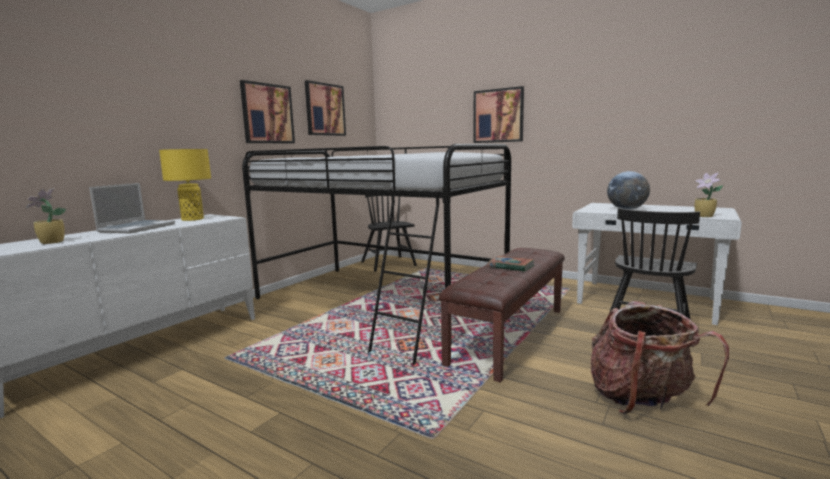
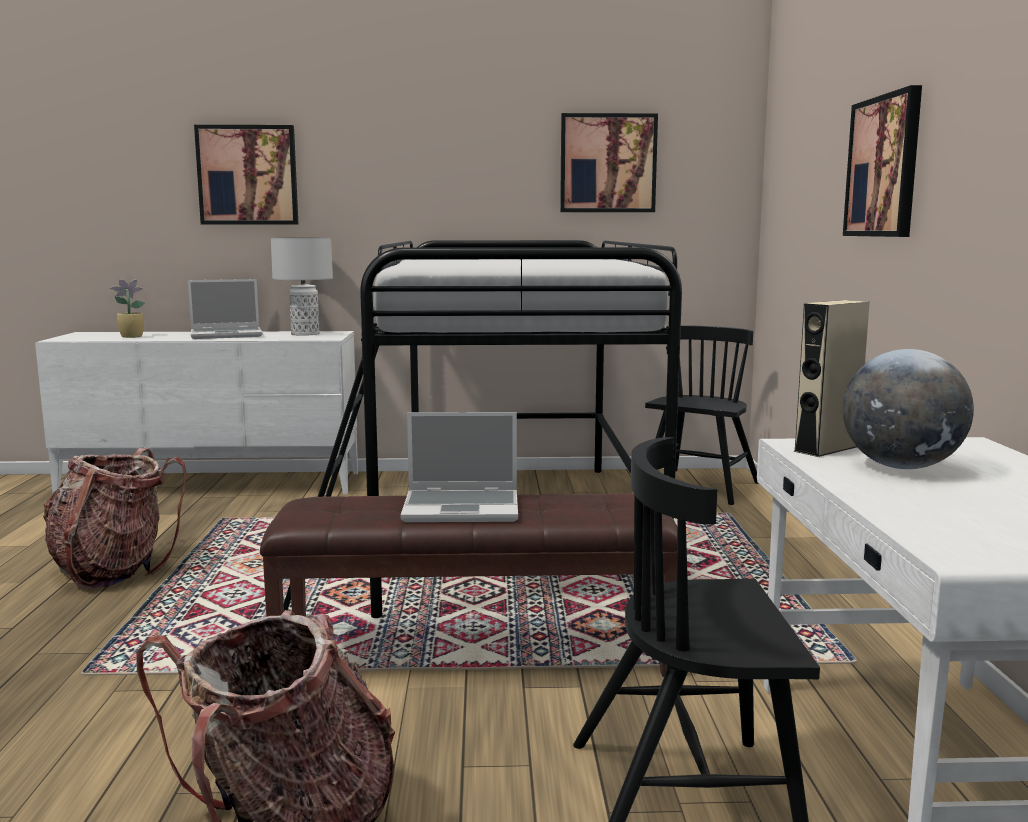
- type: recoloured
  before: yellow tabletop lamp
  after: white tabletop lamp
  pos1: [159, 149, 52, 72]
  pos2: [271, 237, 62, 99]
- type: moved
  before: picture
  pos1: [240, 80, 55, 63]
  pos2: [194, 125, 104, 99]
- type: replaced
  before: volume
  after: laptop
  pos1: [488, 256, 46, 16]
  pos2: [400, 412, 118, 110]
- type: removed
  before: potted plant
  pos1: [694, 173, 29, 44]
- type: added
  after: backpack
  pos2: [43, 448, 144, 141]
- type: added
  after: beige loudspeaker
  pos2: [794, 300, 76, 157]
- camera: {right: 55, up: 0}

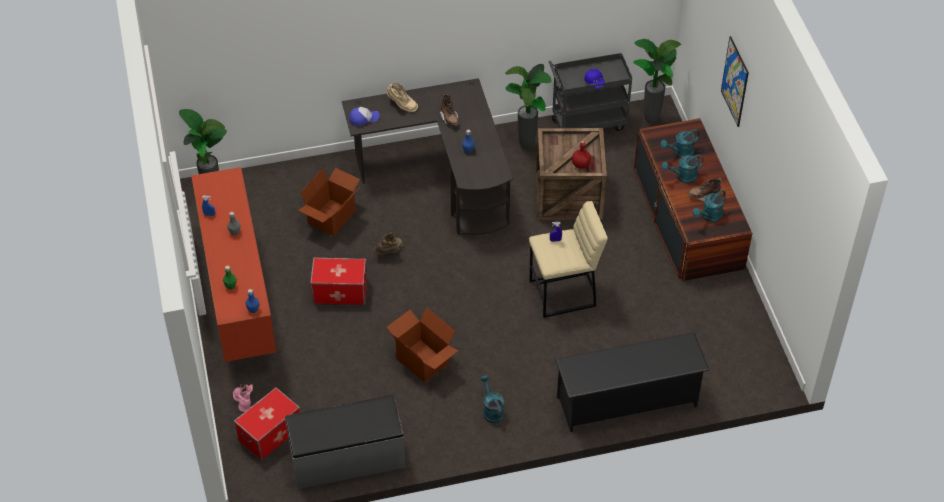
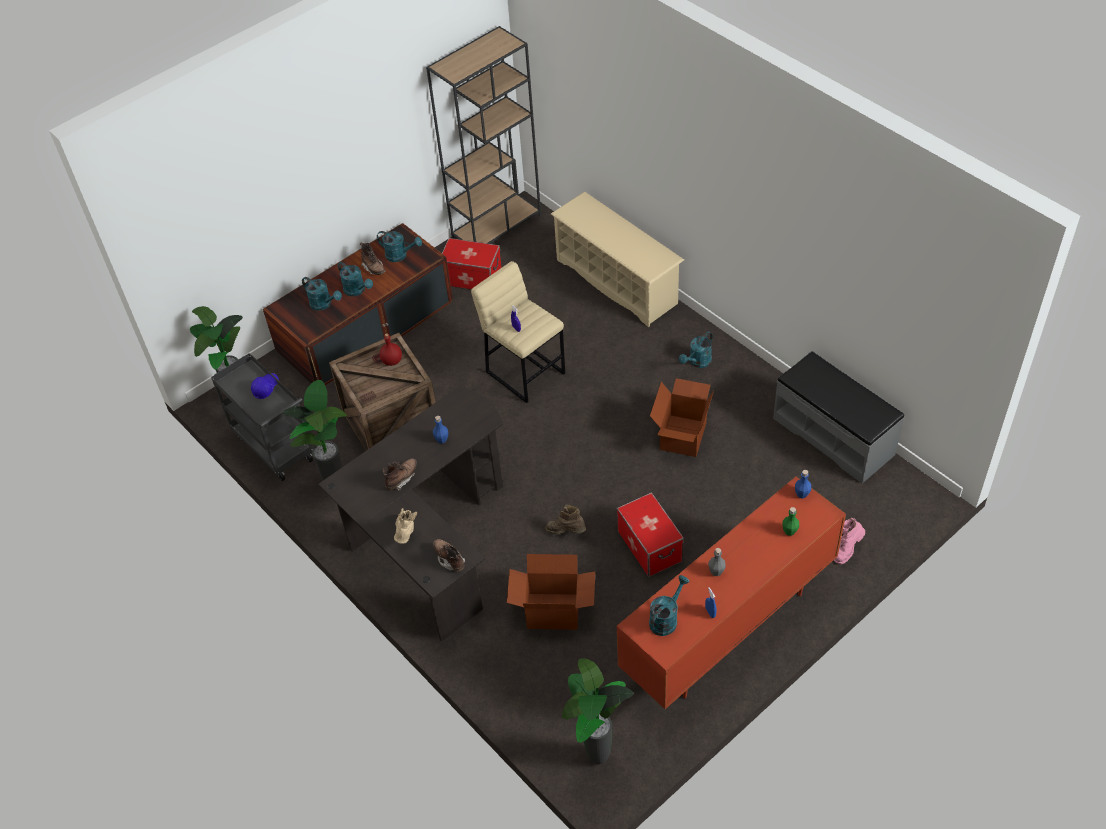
- type: moved
  before: storage bin
  pos1: [234, 387, 66, 74]
  pos2: [442, 238, 60, 52]
- type: replaced
  before: cap
  after: brownish high-top boot
  pos1: [349, 107, 30, 19]
  pos2: [433, 539, 33, 32]
- type: recoloured
  before: black-coloured shoe rack
  after: beige shoe rack
  pos1: [556, 332, 154, 100]
  pos2: [551, 192, 133, 135]
- type: removed
  before: picture
  pos1: [721, 36, 28, 91]
- type: added
  after: shelving unit
  pos2: [426, 26, 115, 218]
- type: added
  after: turquoise-coloured watering pot
  pos2: [649, 575, 41, 61]
- camera: {right: -115, up: 0}

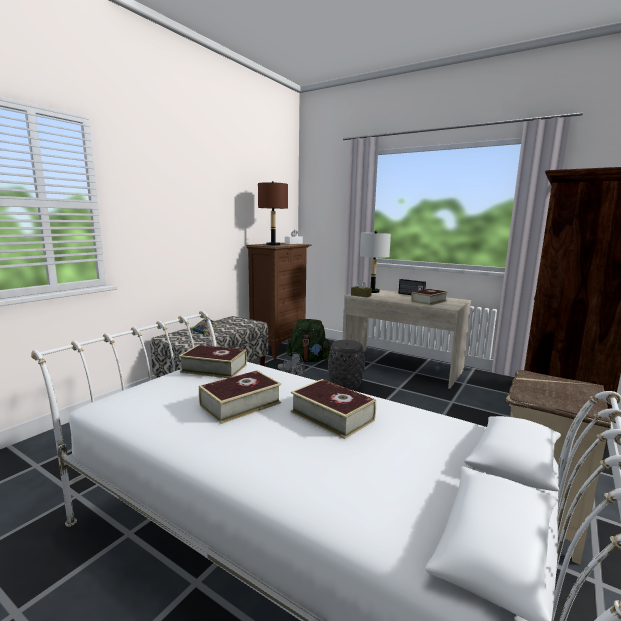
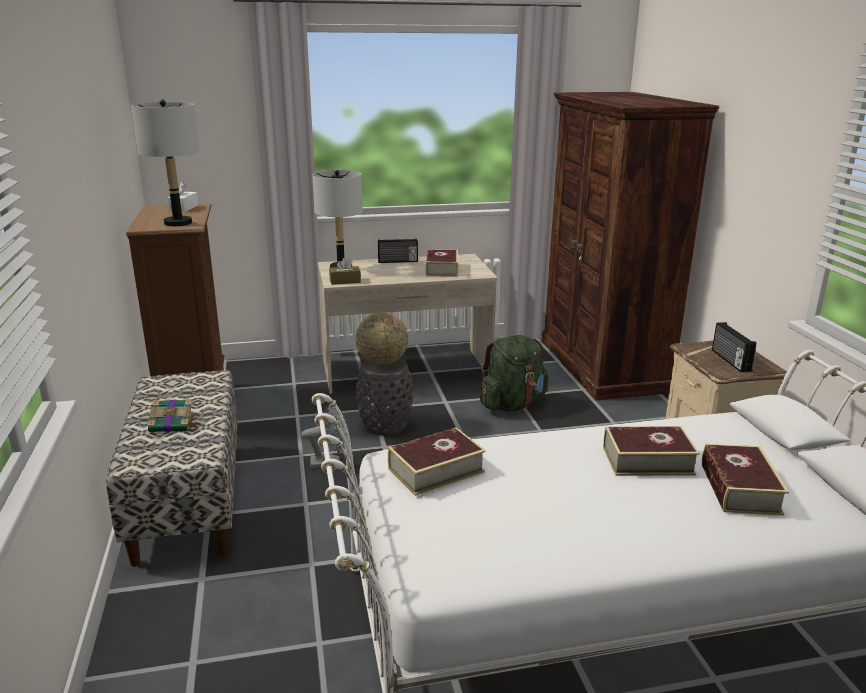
- type: moved
  before: volume
  pos1: [199, 371, 82, 53]
  pos2: [702, 444, 87, 71]
- type: recoloured
  before: brownish tabletop lamp
  after: gray tabletop lamp
  pos1: [258, 181, 30, 65]
  pos2: [131, 99, 68, 127]
- type: moved
  before: green backpack
  pos1: [287, 319, 44, 43]
  pos2: [480, 335, 68, 77]
- type: added
  after: world globe
  pos2: [356, 312, 52, 53]
- type: added
  after: radio receiver
  pos2: [712, 322, 44, 50]
- camera: {right: -45, up: 10}

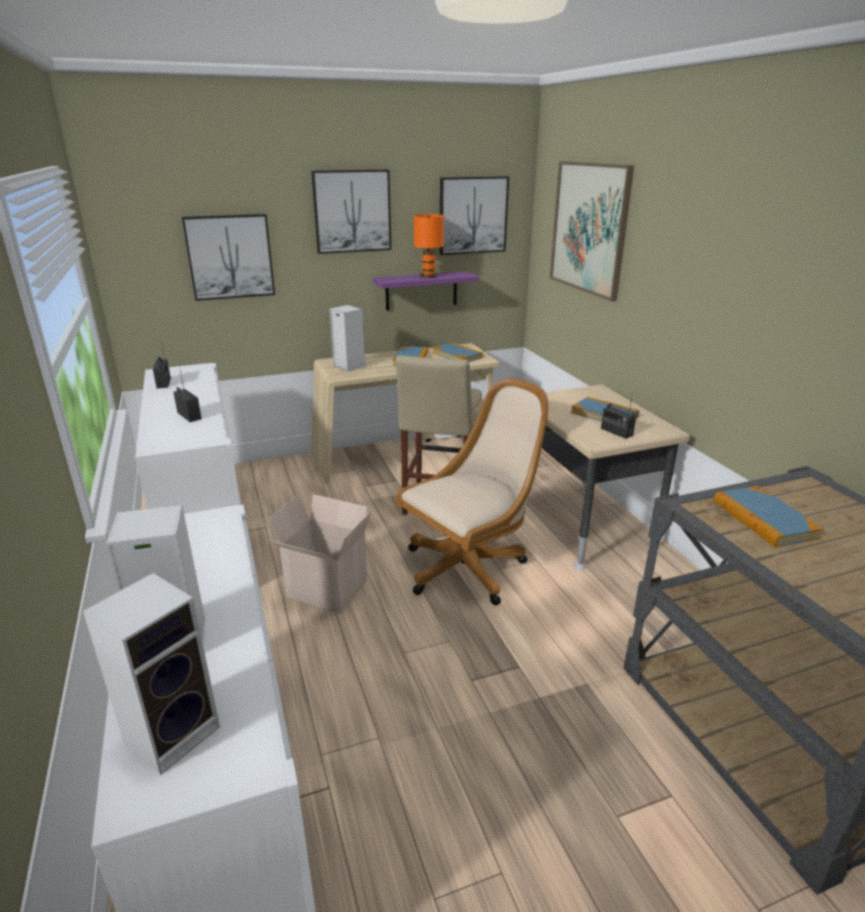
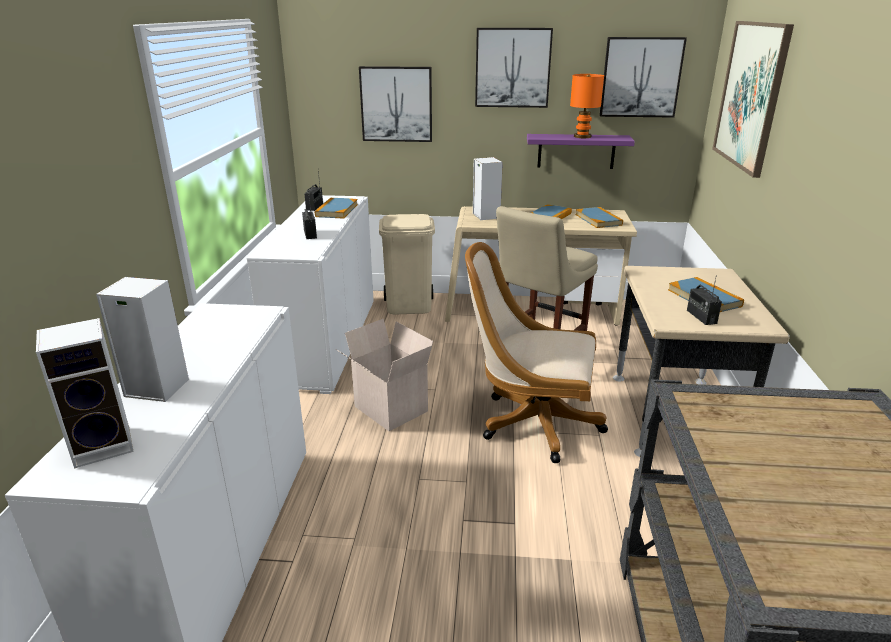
- type: turned
  before: desk chair
  pos1: [396, 378, 152, 227]
  pos2: [465, 242, 143, 221]
  turn: -150
- type: moved
  before: volume
  pos1: [714, 486, 109, 61]
  pos2: [315, 198, 43, 21]
- type: added
  after: beige rubbish bin
  pos2: [379, 214, 56, 100]
- camera: {right: 25, up: 0}

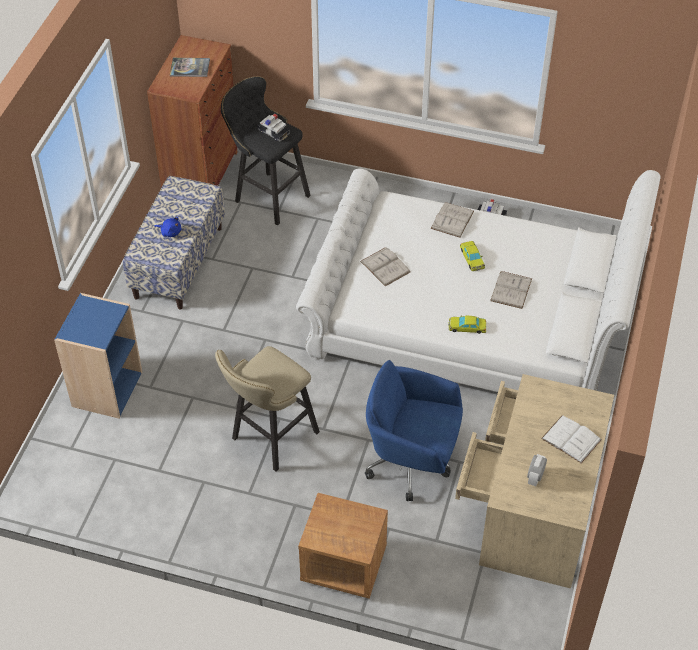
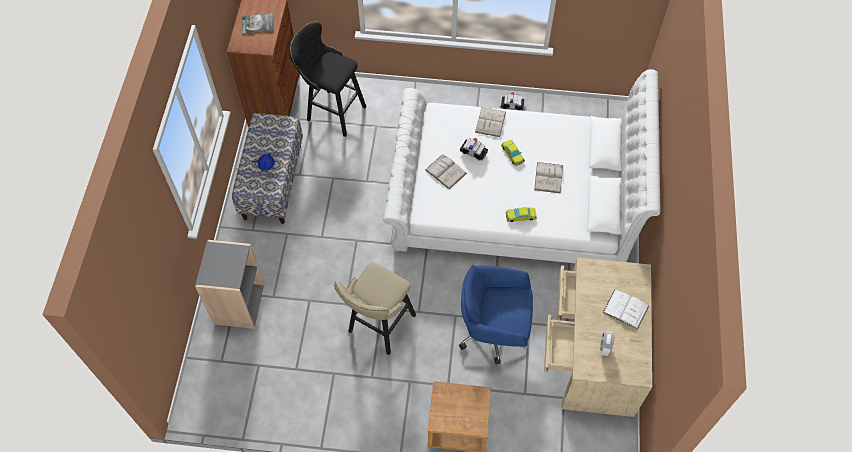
- type: recoloured
  before: blue-coloured shelving unit
  after: gray shelving unit
  pos1: [54, 293, 88, 125]
  pos2: [195, 240, 69, 89]
- type: moved
  before: toy car
  pos1: [257, 114, 33, 27]
  pos2: [460, 138, 28, 23]
- camera: {right: -10, up: 10}

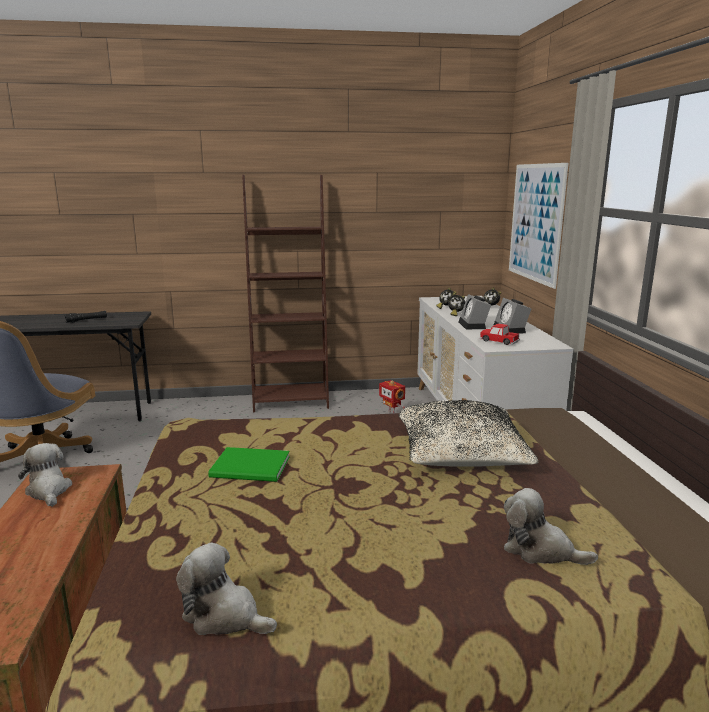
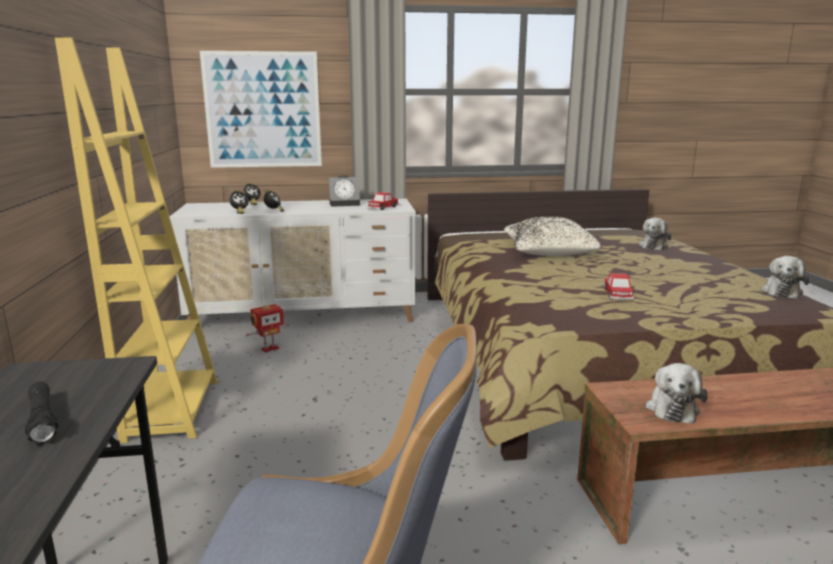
- type: turned
  before: cuddly toy
  pos1: [18, 443, 54, 64]
  pos2: [645, 363, 63, 61]
  turn: -45
- type: replaced
  before: green volume
  after: toy car
  pos1: [208, 447, 82, 35]
  pos2: [603, 273, 31, 27]
- type: recoloured
  before: brownish shelving unit
  after: yellow shelving unit
  pos1: [242, 175, 87, 237]
  pos2: [55, 37, 163, 406]
- type: removed
  before: bedside clock
  pos1: [459, 294, 32, 36]
- camera: {right: -90, up: 0}

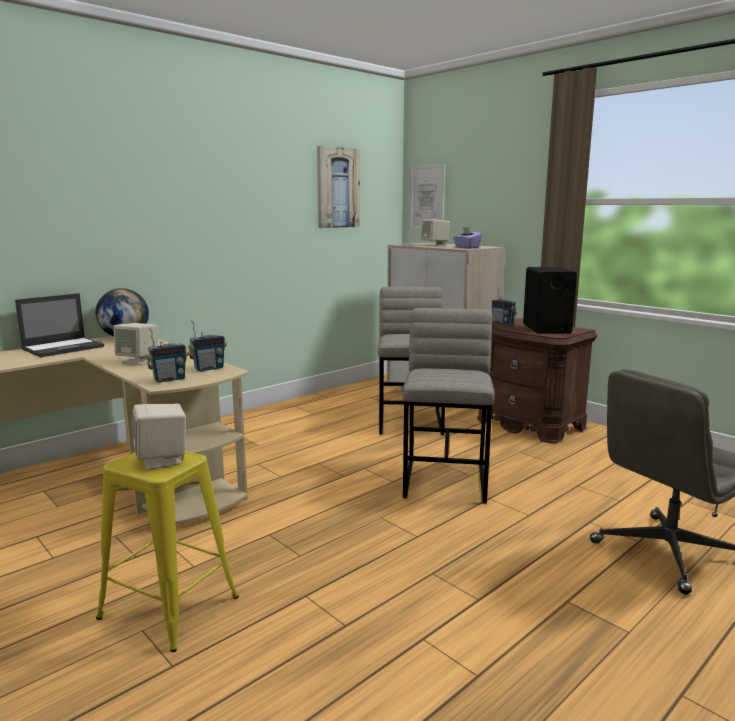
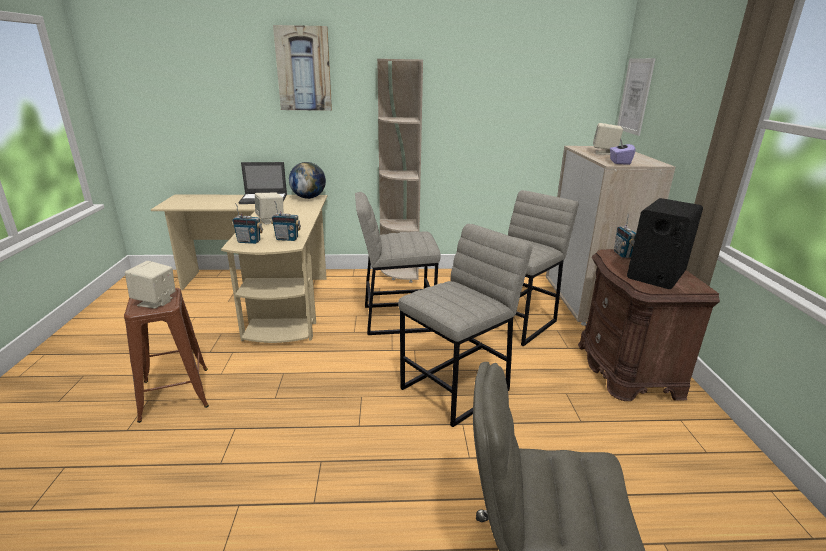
- type: recoloured
  before: yellow stool
  after: brownish stool
  pos1: [96, 451, 143, 201]
  pos2: [124, 288, 85, 135]
- type: moved
  before: picture
  pos1: [317, 146, 43, 82]
  pos2: [273, 25, 59, 86]
- type: added
  after: gray plain chair
  pos2: [355, 192, 86, 143]
- type: added
  after: beige shelving unit
  pos2: [377, 59, 46, 224]
- camera: {right: 40, up: 10}

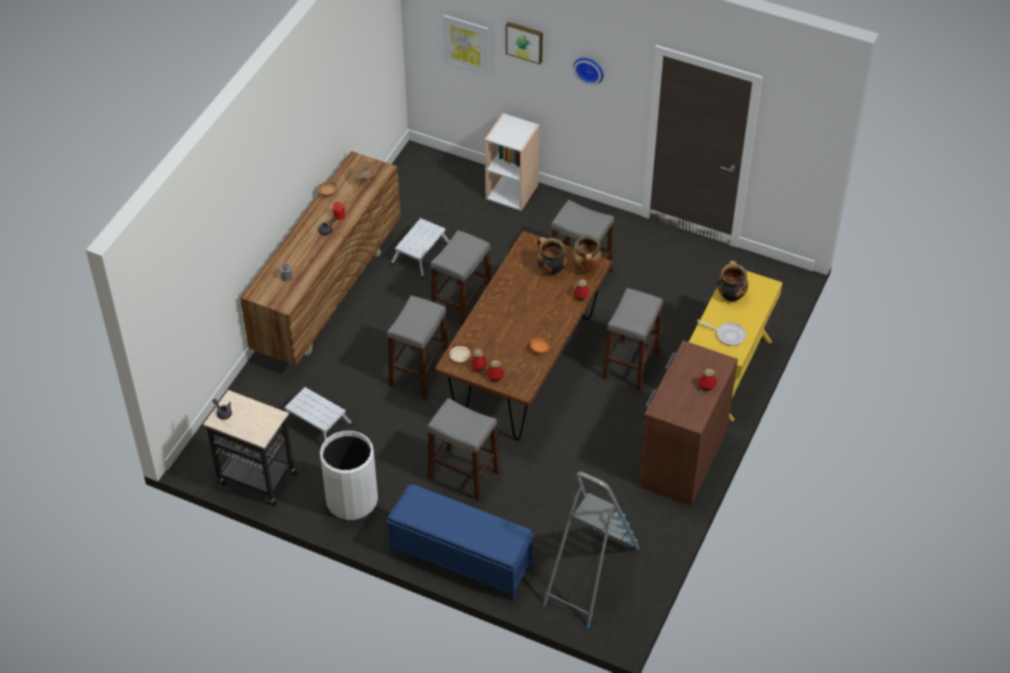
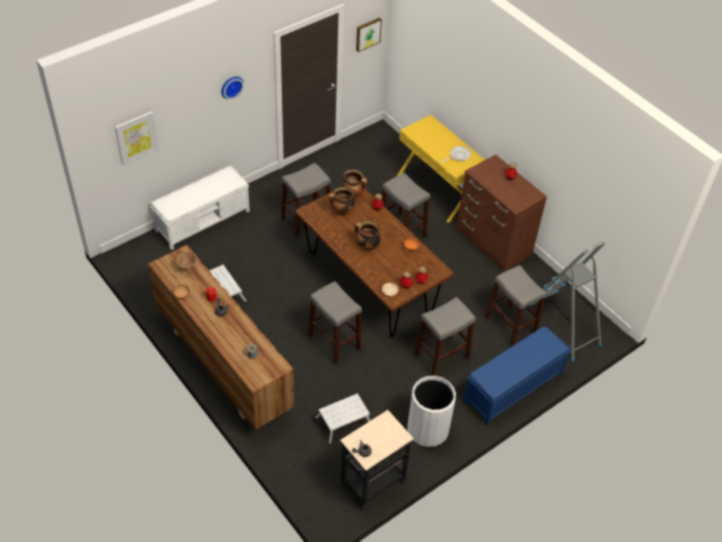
- type: moved
  before: gray stool
  pos1: [431, 230, 60, 96]
  pos2: [485, 265, 61, 82]
- type: replaced
  before: shelving unit
  after: white long seat
  pos1: [485, 113, 54, 98]
  pos2: [150, 165, 100, 85]
- type: moved
  before: picture
  pos1: [506, 22, 37, 42]
  pos2: [356, 18, 26, 34]
- type: moved
  before: saucepot
  pos1: [717, 261, 31, 41]
  pos2: [354, 221, 27, 30]
- camera: {right: -65, up: 0}

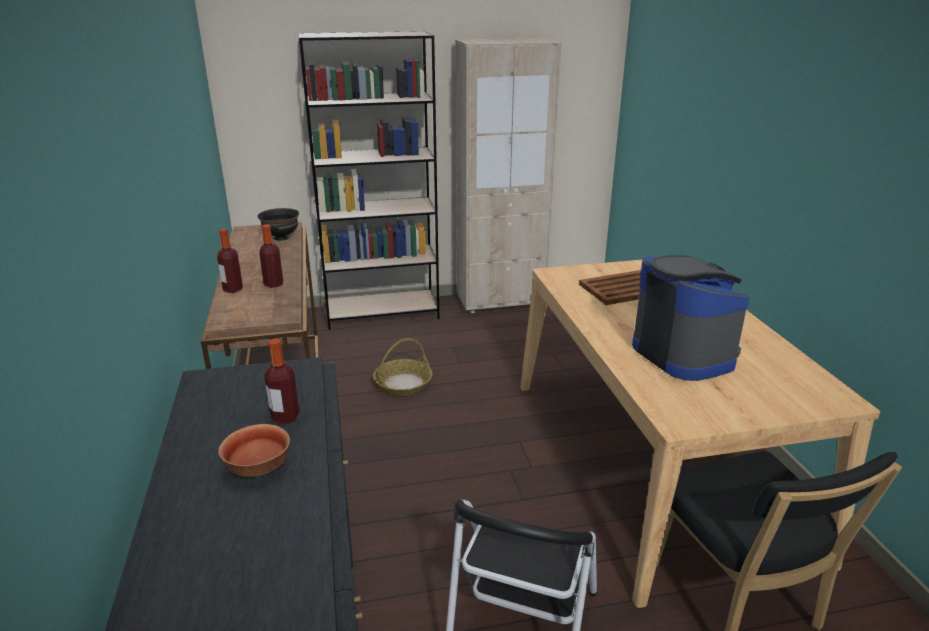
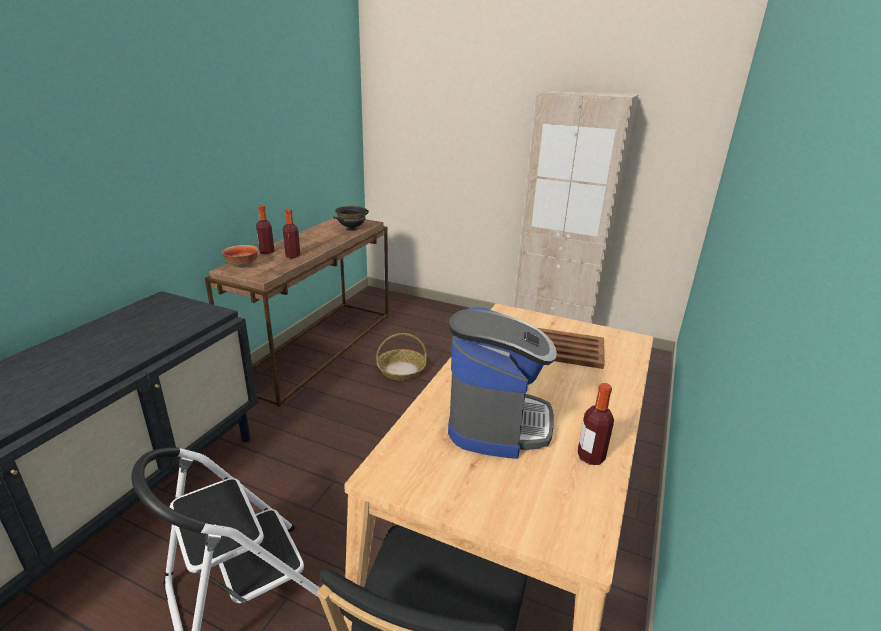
- type: moved
  before: serving bowl
  pos1: [218, 424, 72, 53]
  pos2: [222, 245, 36, 23]
- type: moved
  before: beverage bottle
  pos1: [264, 339, 36, 85]
  pos2: [577, 383, 37, 82]
- type: removed
  before: beige shelving unit
  pos1: [299, 31, 141, 299]
- camera: {right: 35, up: 0}

